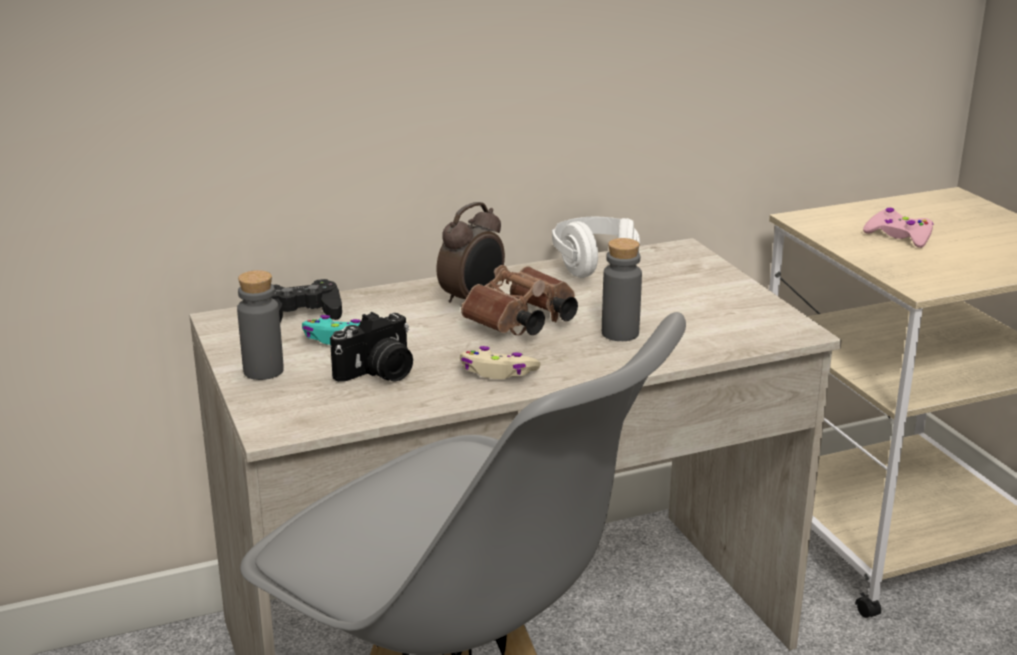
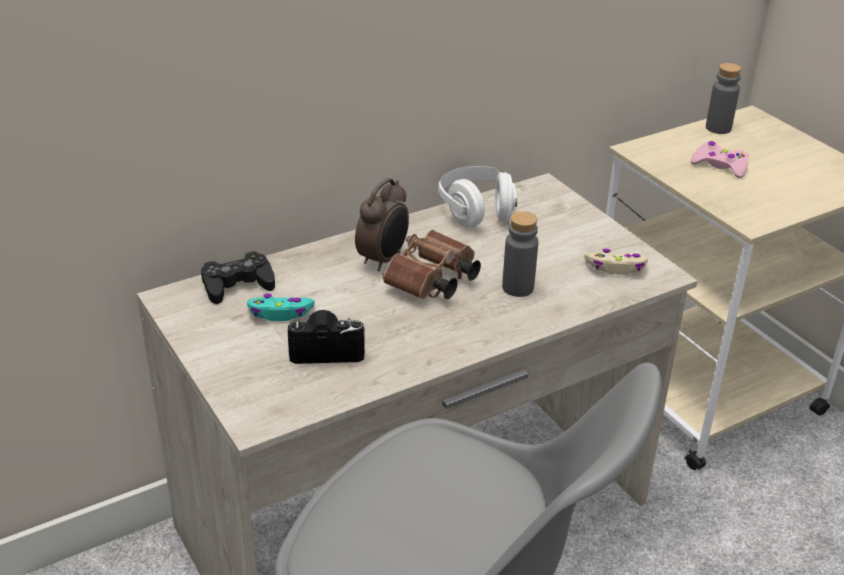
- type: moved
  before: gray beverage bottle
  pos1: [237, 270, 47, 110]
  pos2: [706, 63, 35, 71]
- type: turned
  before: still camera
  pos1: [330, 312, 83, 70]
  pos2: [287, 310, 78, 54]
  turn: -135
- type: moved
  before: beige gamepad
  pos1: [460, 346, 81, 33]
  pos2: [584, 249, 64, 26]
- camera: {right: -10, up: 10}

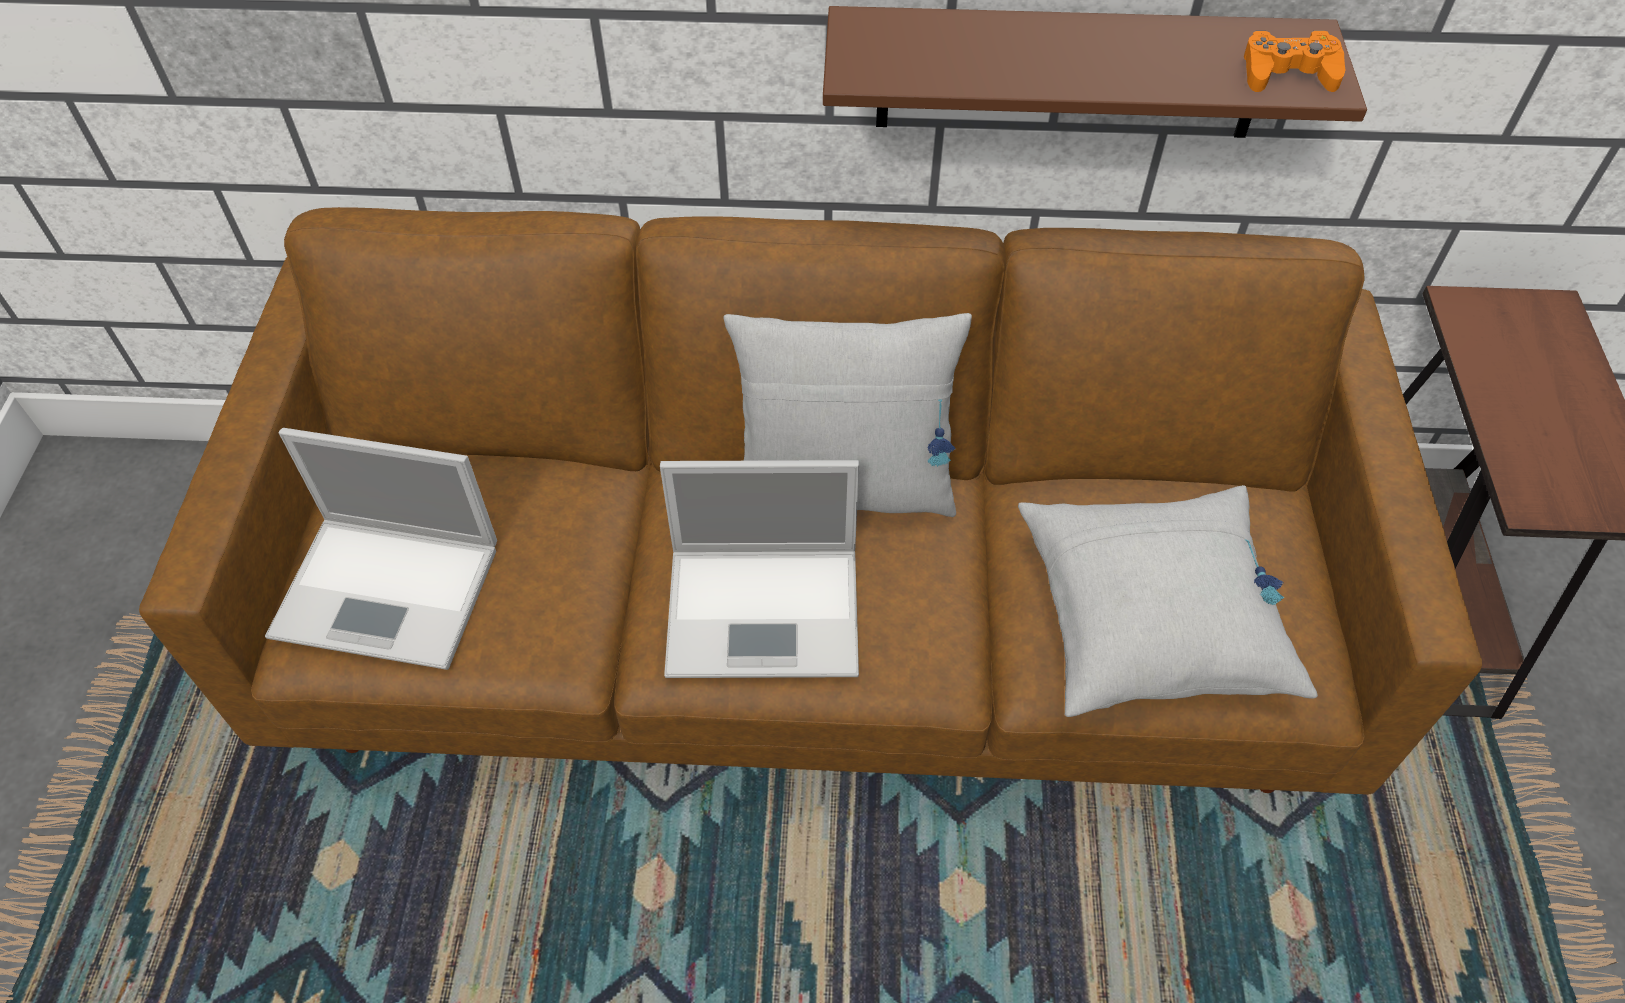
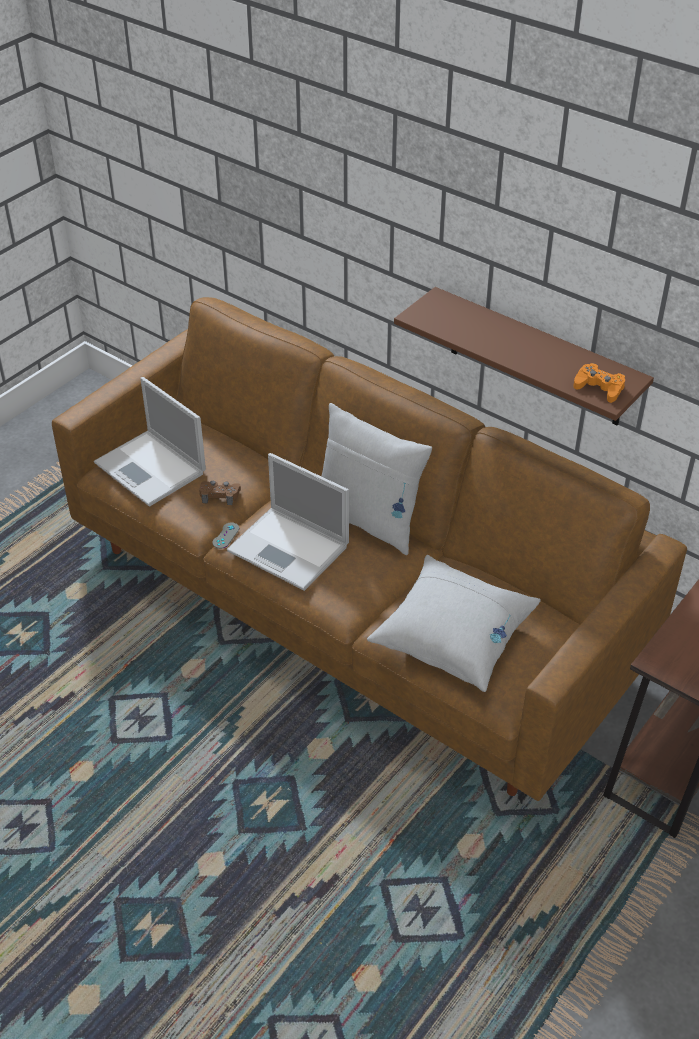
- type: added
  after: brownish gamepad
  pos2: [199, 481, 42, 24]
- type: added
  after: gray gamepad
  pos2: [212, 522, 27, 27]
- camera: {right: 35, up: -10}

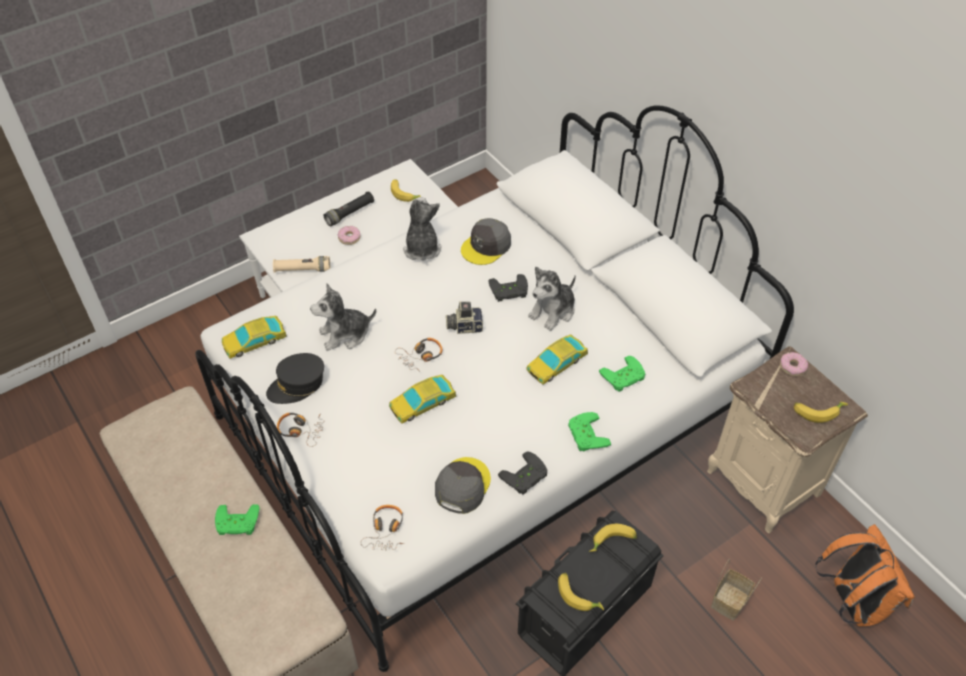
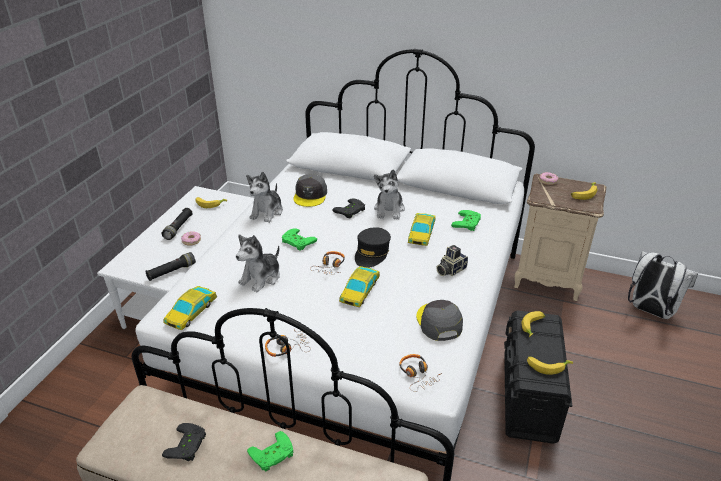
- type: moved
  before: black-coloured cap
  pos1: [266, 353, 58, 51]
  pos2: [355, 227, 36, 41]
- type: recoloured
  before: beige torch
  after: black-coloured torch
  pos1: [273, 256, 57, 17]
  pos2: [145, 252, 51, 29]
- type: turned
  before: cuddly toy
  pos1: [403, 197, 39, 64]
  pos2: [246, 172, 37, 51]
  turn: -120
- type: moved
  before: still camera
  pos1: [446, 301, 37, 33]
  pos2: [436, 245, 32, 31]
- type: moved
  before: black-coloured gamepad
  pos1: [498, 451, 50, 44]
  pos2: [162, 423, 44, 38]
- type: moved
  before: green gamepad
  pos1: [568, 412, 43, 39]
  pos2: [282, 228, 35, 23]
- type: removed
  before: storage basket
  pos1: [711, 559, 51, 61]
- type: recoloured
  before: orangey backpack
  after: white backpack
  pos1: [815, 524, 100, 103]
  pos2: [628, 251, 70, 68]
- camera: {right: -35, up: -15}

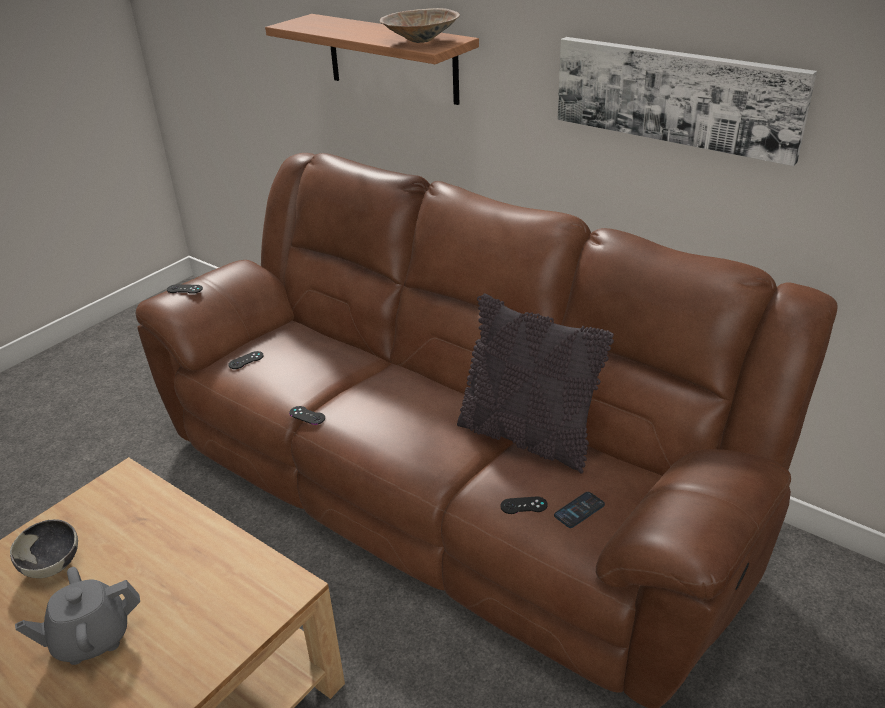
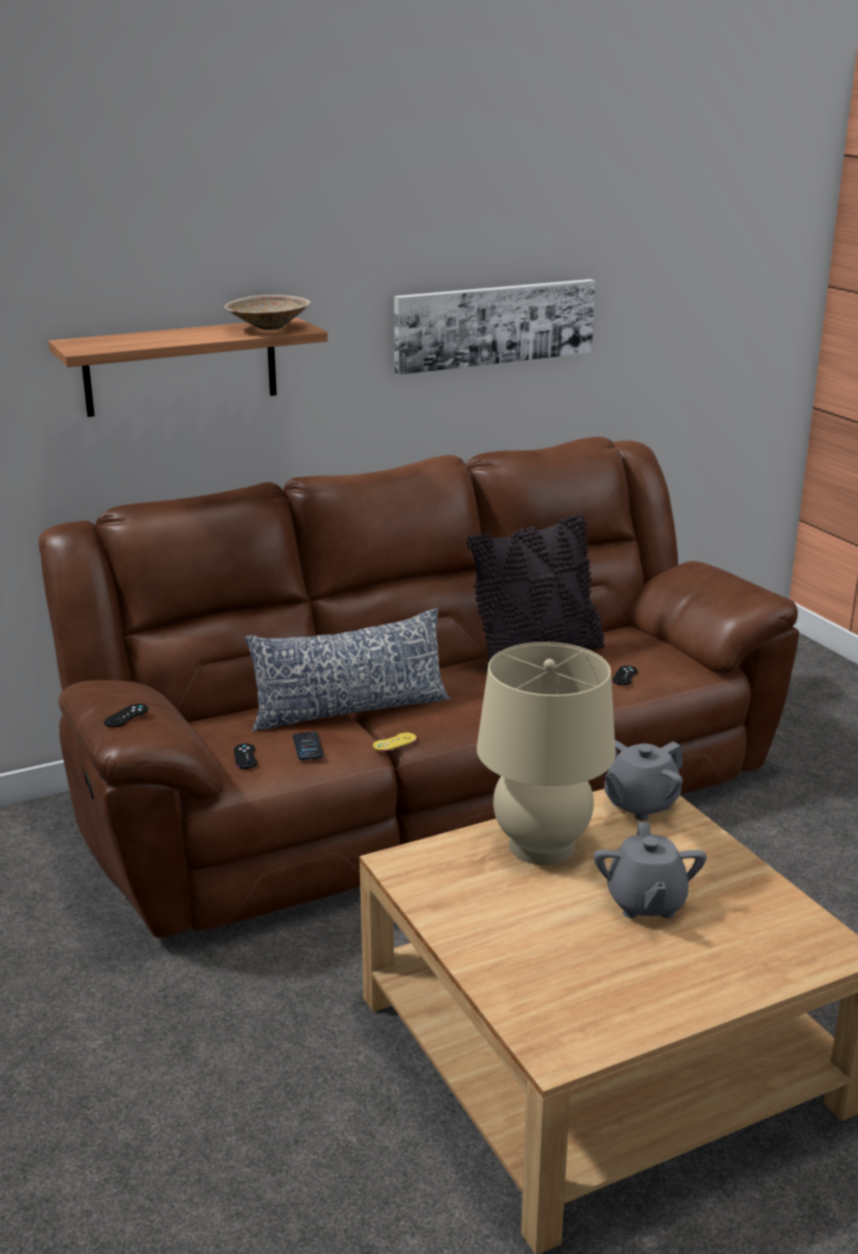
- type: removed
  before: serving bowl
  pos1: [10, 519, 68, 59]
- type: recoloured
  before: black-coloured gamepad
  after: yellow gamepad
  pos1: [289, 406, 36, 19]
  pos2: [373, 733, 44, 18]
- type: moved
  before: phone
  pos1: [554, 492, 51, 36]
  pos2: [293, 732, 31, 28]
- type: added
  after: cushion
  pos2: [245, 608, 206, 124]
- type: added
  after: beige tabletop lamp
  pos2: [477, 642, 139, 223]
- type: added
  after: gray tea pot
  pos2: [604, 740, 79, 81]
- camera: {right: -65, up: -10}

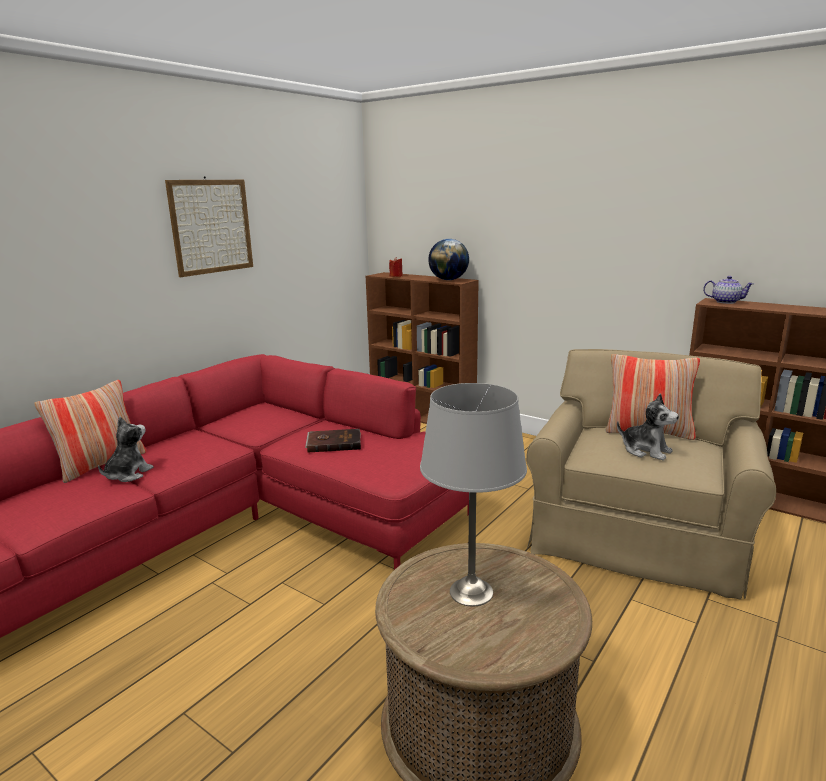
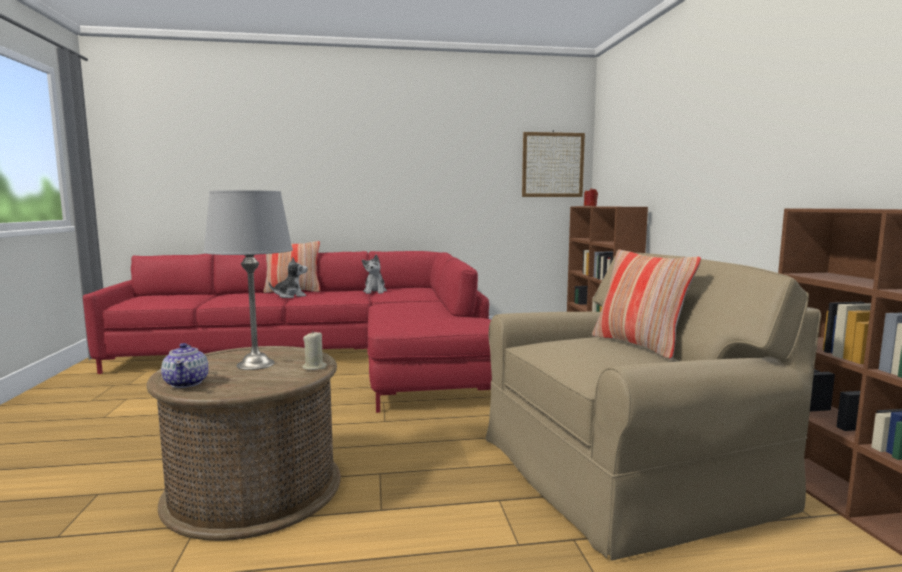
- type: moved
  before: picture
  pos1: [165, 176, 88, 101]
  pos2: [522, 130, 63, 67]
- type: removed
  before: brownish volume
  pos1: [305, 429, 56, 24]
- type: removed
  before: world globe
  pos1: [428, 239, 41, 41]
- type: moved
  before: cuddly toy
  pos1: [617, 393, 62, 68]
  pos2: [362, 255, 25, 39]
- type: moved
  before: tea pot
  pos1: [703, 276, 51, 28]
  pos2: [161, 343, 48, 45]
- type: added
  after: beige wax candle
  pos2: [302, 332, 25, 38]
- camera: {right: 45, up: -10}

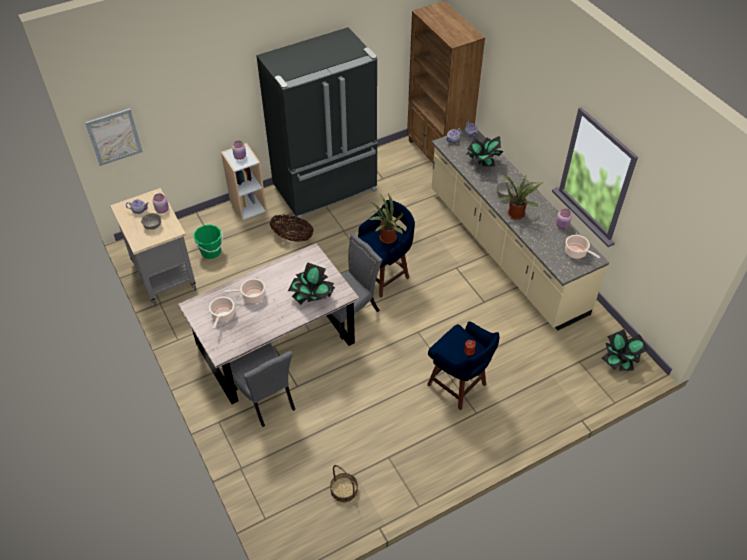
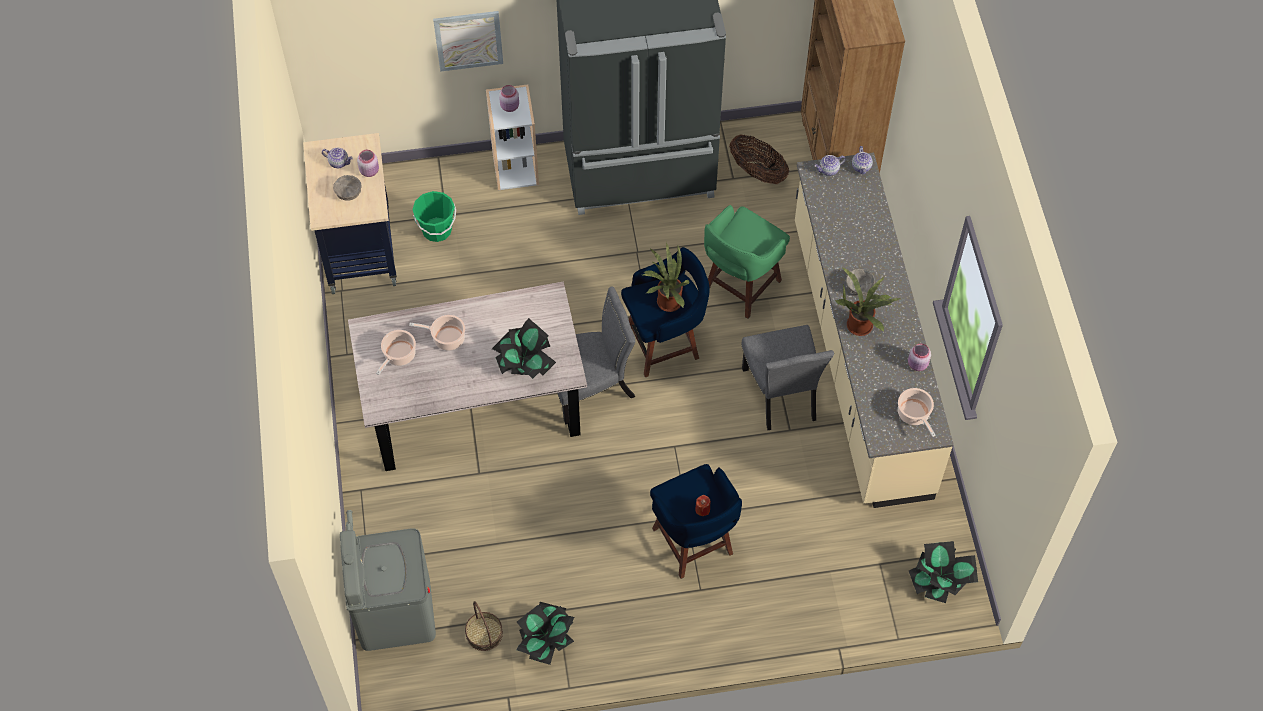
- type: moved
  before: picture
  pos1: [85, 108, 58, 58]
  pos2: [433, 11, 70, 61]
- type: recoloured
  before: gray cart
  after: blue-coloured cart
  pos1: [110, 188, 86, 119]
  pos2: [303, 133, 94, 161]
- type: moved
  before: gray plain chair
  pos1: [230, 343, 65, 84]
  pos2: [741, 325, 93, 105]
- type: moved
  before: storage basket
  pos1: [269, 214, 45, 28]
  pos2: [729, 134, 60, 50]
- type: moved
  before: potted plant
  pos1: [466, 136, 37, 31]
  pos2: [517, 602, 57, 63]
- type: added
  after: gray laundry machine
  pos2: [340, 510, 96, 141]
- type: added
  after: green stool
  pos2: [704, 205, 86, 114]
- camera: {right: 20, up: 10}

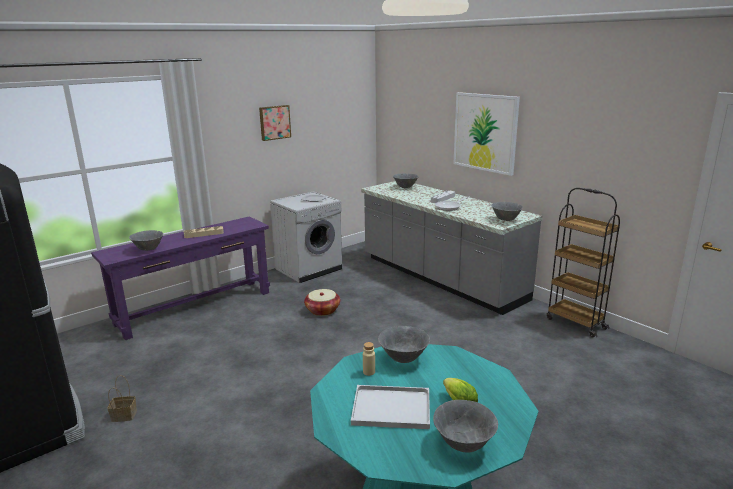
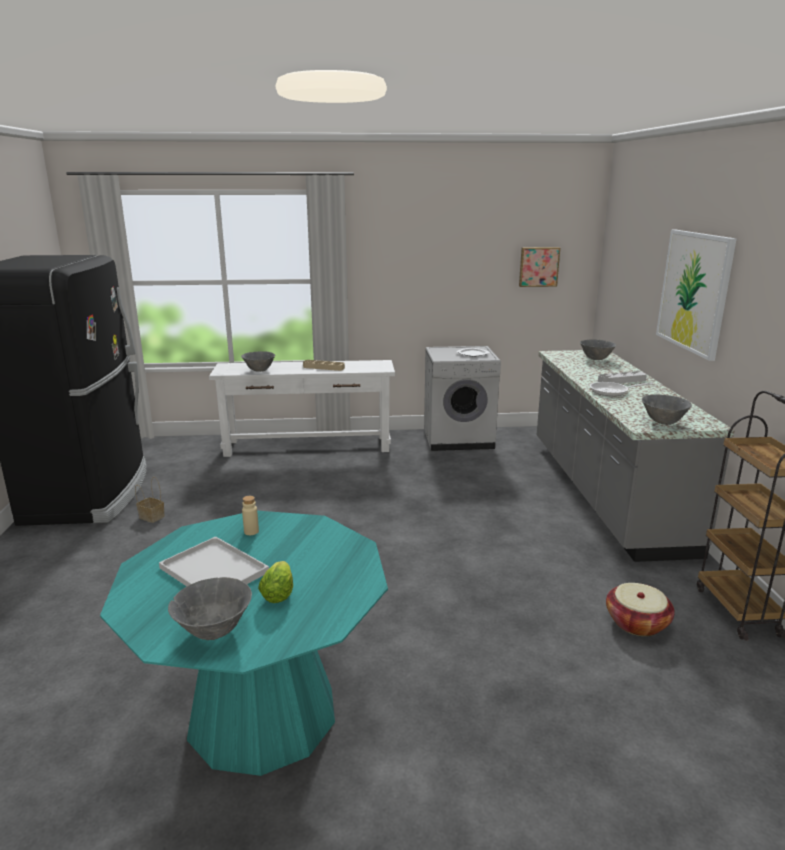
- type: recoloured
  before: purple narrow table
  after: white narrow table
  pos1: [91, 216, 179, 124]
  pos2: [209, 360, 186, 97]
- type: moved
  before: picture
  pos1: [259, 105, 32, 36]
  pos2: [519, 247, 41, 40]
- type: moved
  before: storage basket
  pos1: [304, 289, 36, 27]
  pos2: [606, 583, 69, 53]
- type: removed
  before: gray serving bowl
  pos1: [378, 326, 52, 37]
- camera: {right: 35, up: 0}

